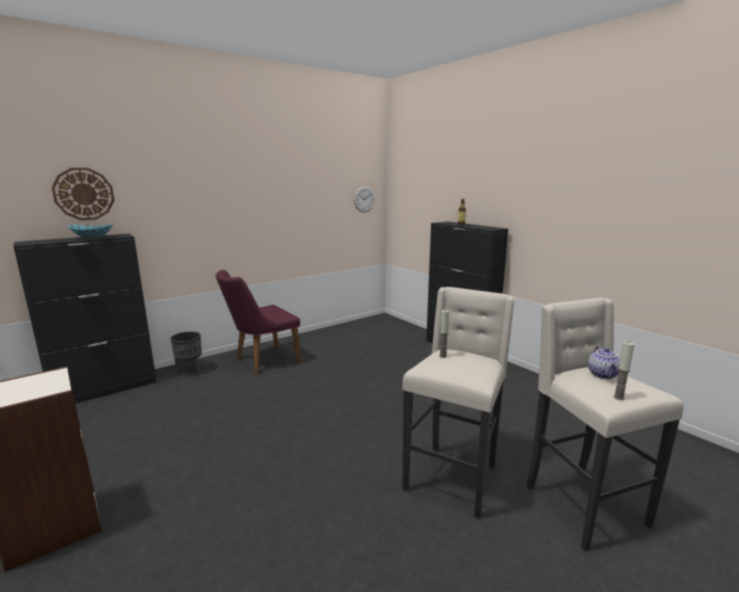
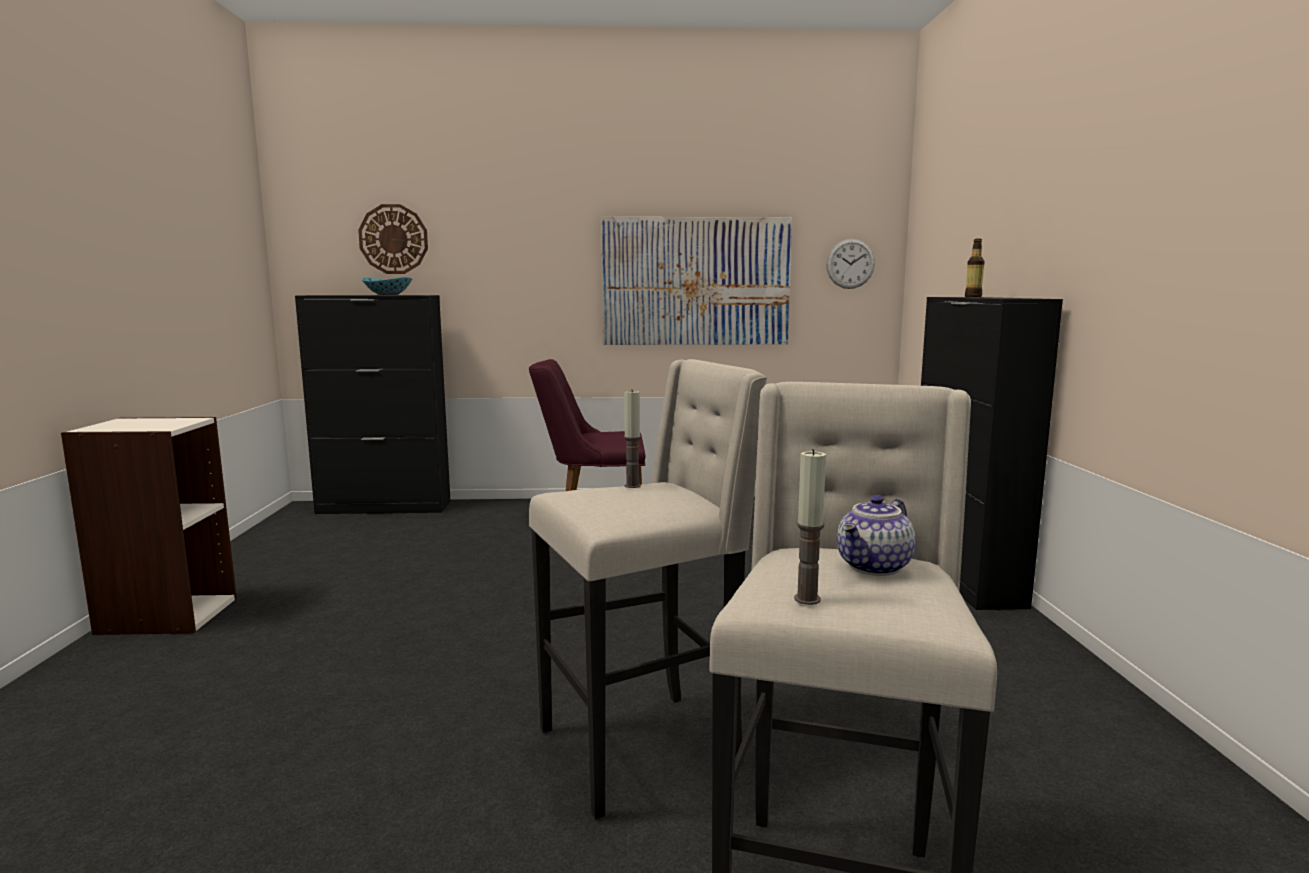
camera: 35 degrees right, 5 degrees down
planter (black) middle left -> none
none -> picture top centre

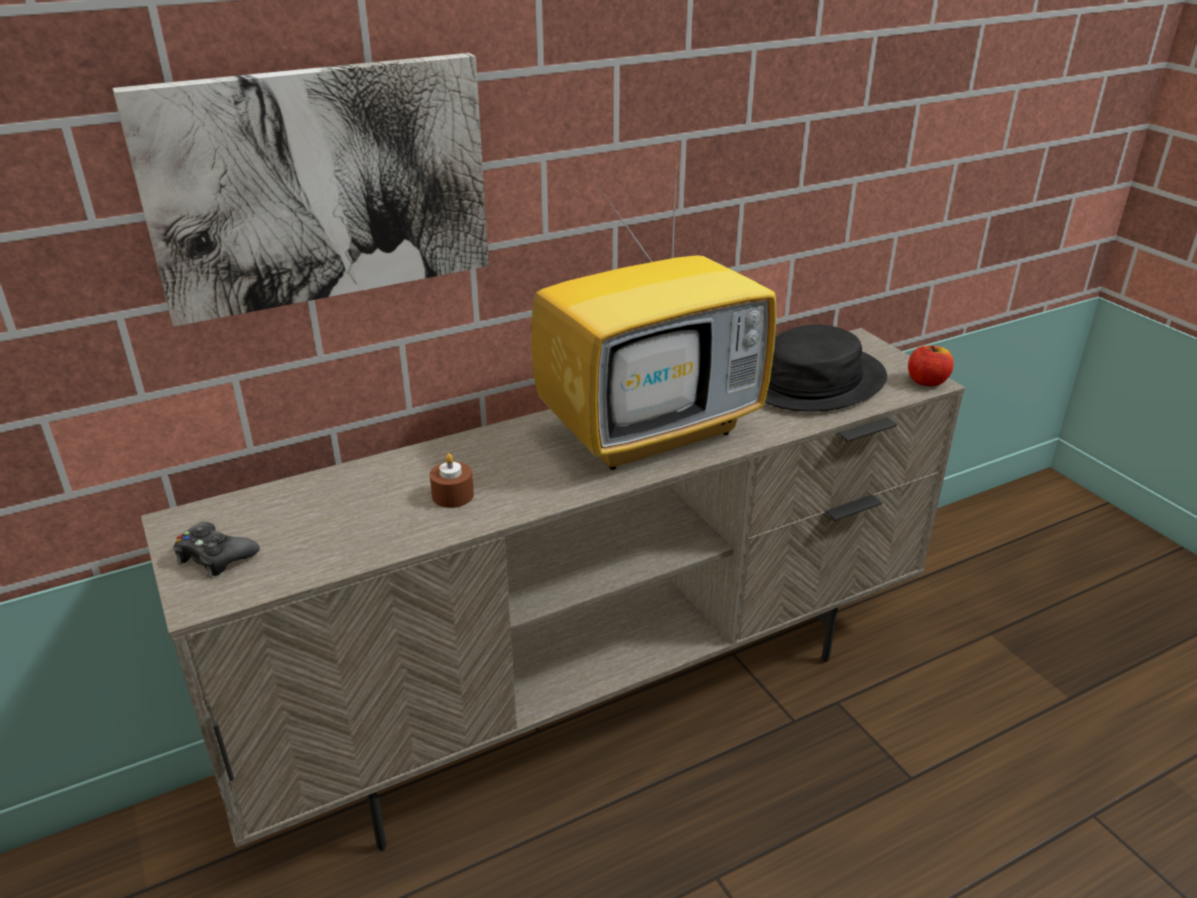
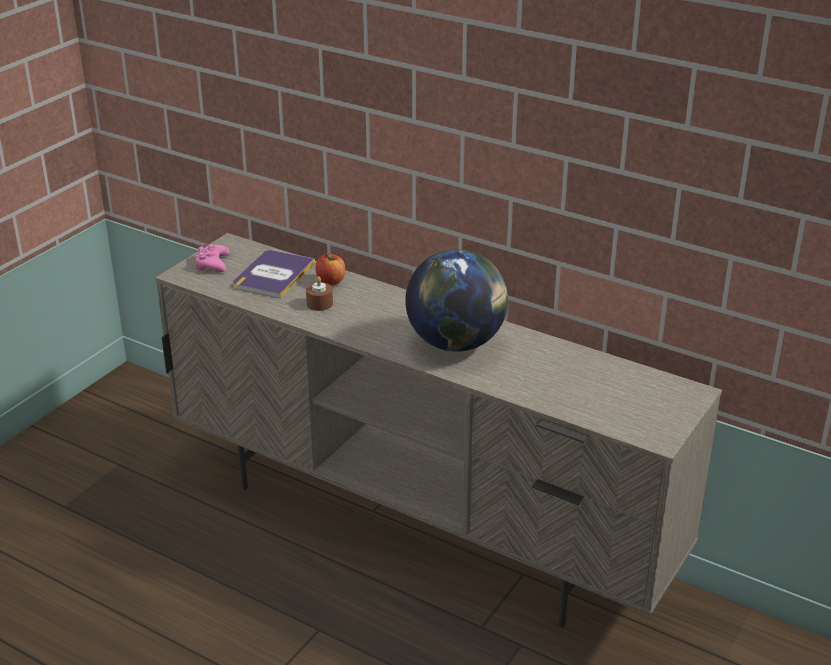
camera: 60 degrees right, 0 degrees up
picture top left -> none
hat (black) middle right -> none
none -> book middle left
apple middle right -> apple centre, relocated
television centre -> globe centre
game controller (black) middle left -> game controller (pink) middle left

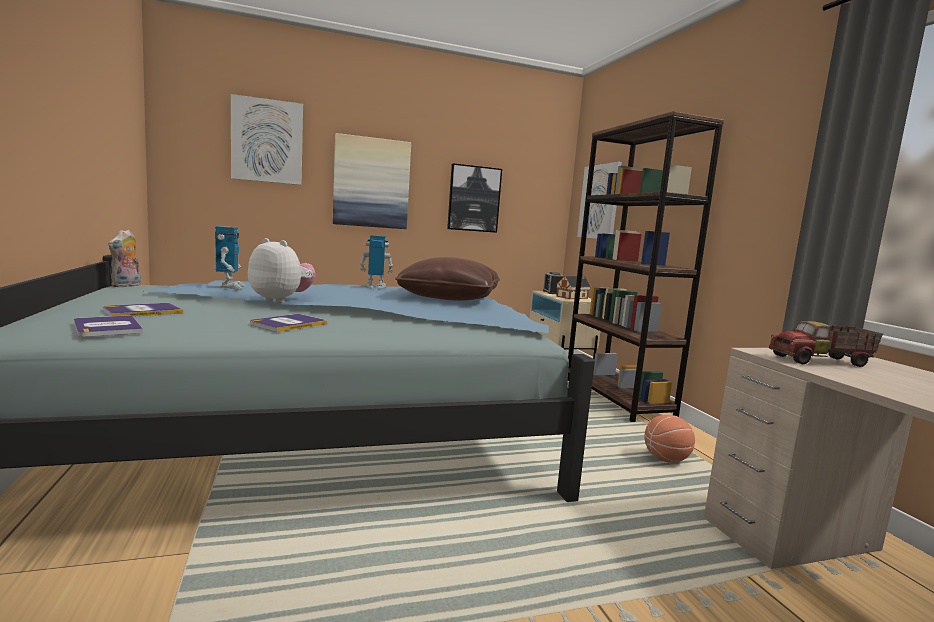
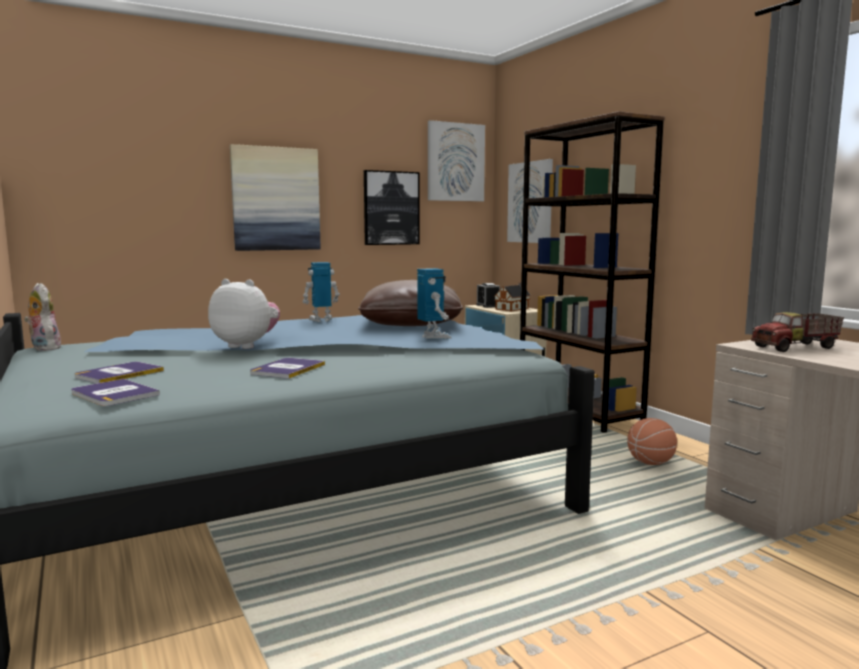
camera: 10 degrees left, 0 degrees up
toy robot (no. 1 from left in the first image) middle left -> toy robot (no. 2 from left) centre, relocated
picture (no. 1 from left in the first image) top left -> picture (no. 3 from left) top centre, relocated
plush toy (no. 1 from left) middle left, 135 degrees clockwise

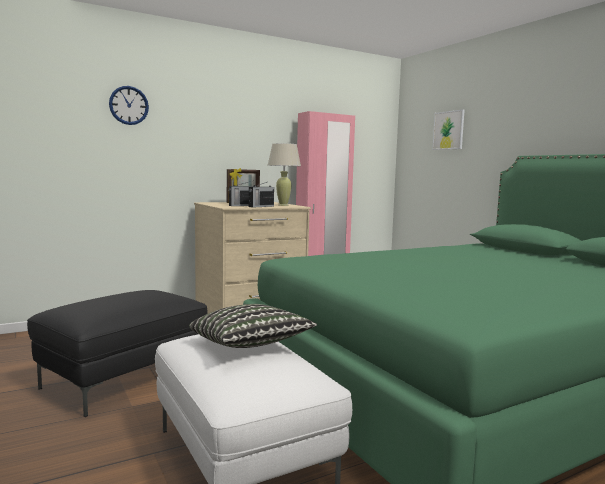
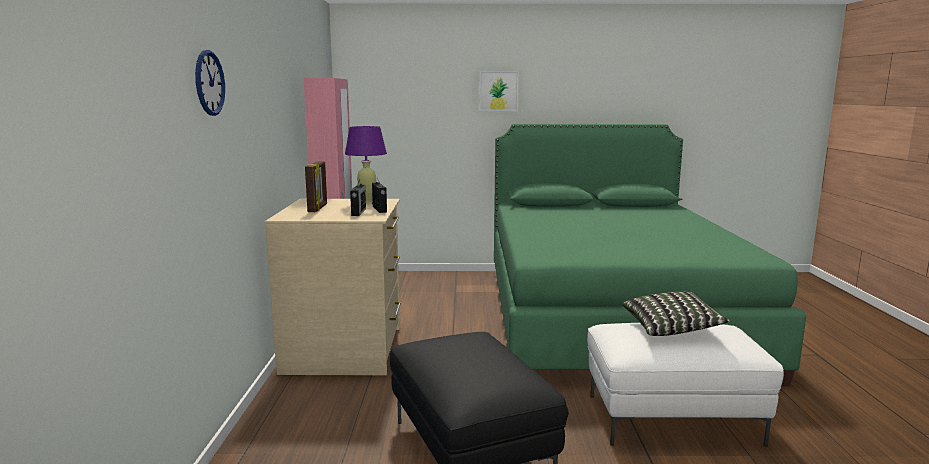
camera: 60 degrees left, 5 degrees up
picture top right -> picture top centre, relocated
table lamp (beige) centre -> table lamp (purple) centre

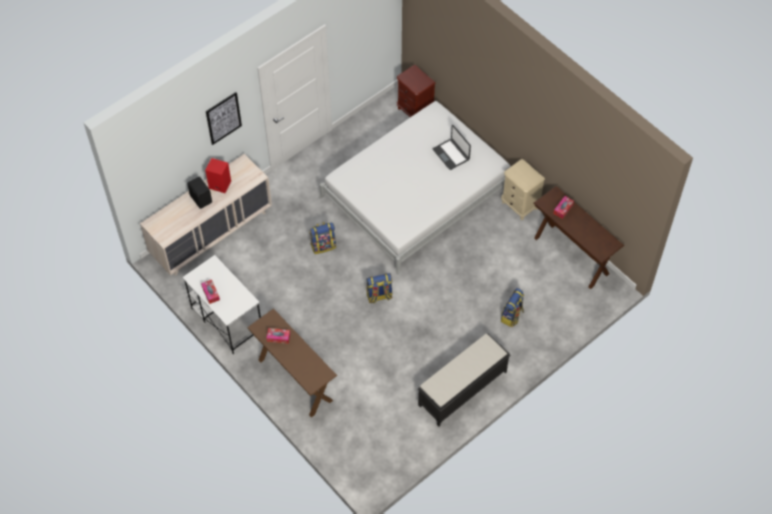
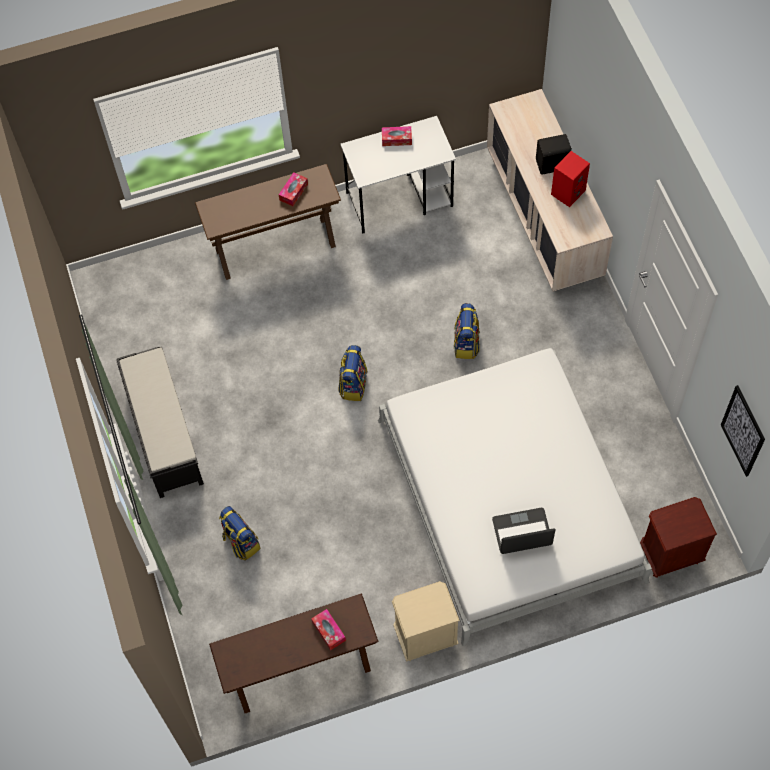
camera: 115 degrees right, 5 degrees up
picture top left -> picture middle right, relocated

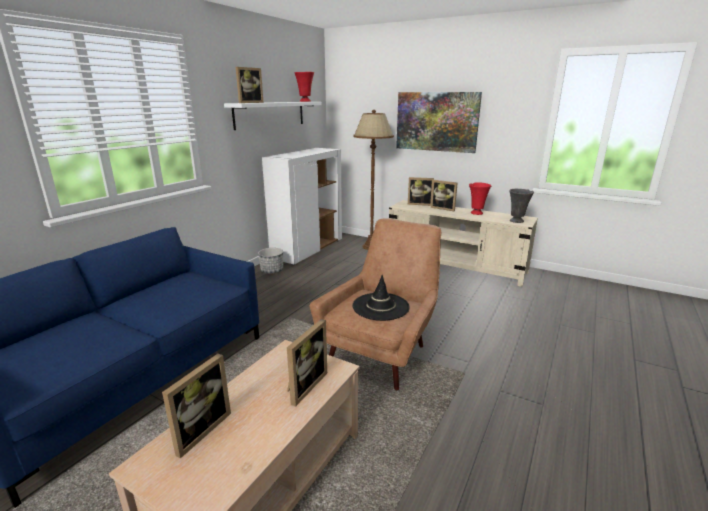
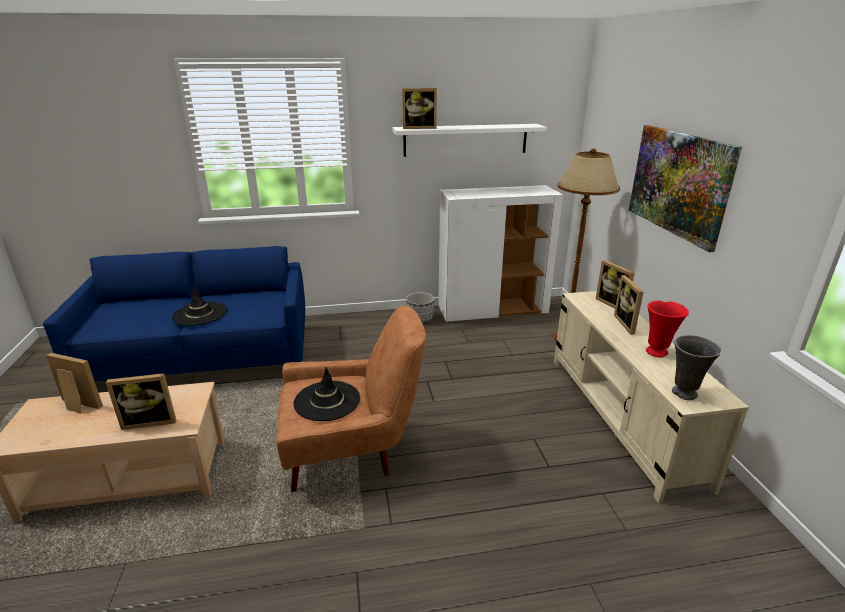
camera: 50 degrees right, 5 degrees up
vase (red) (no. 1 from left) top centre -> none
none -> hat (black) (no. 1 from left) middle left
picture frame (no. 1 from left) bottom left -> picture frame (no. 1 from left) middle left, 150 degrees counterclockwise

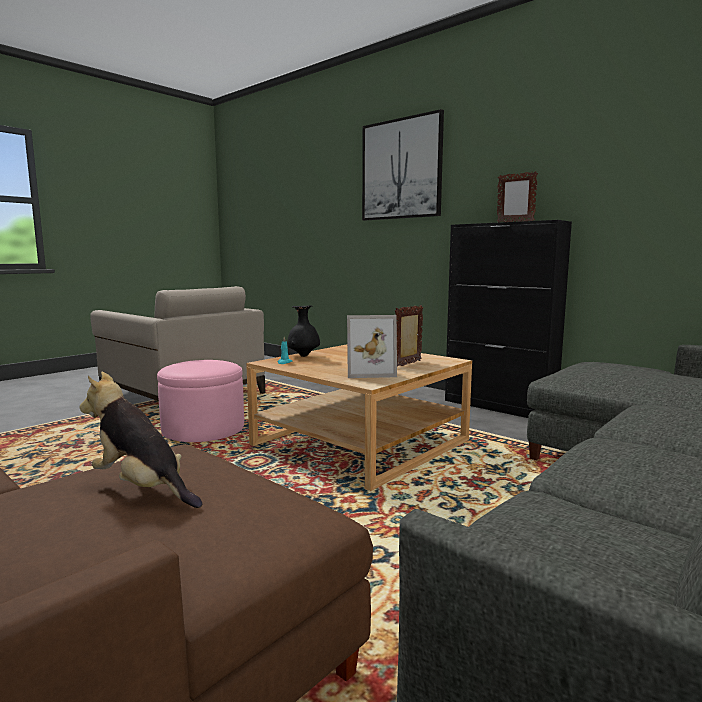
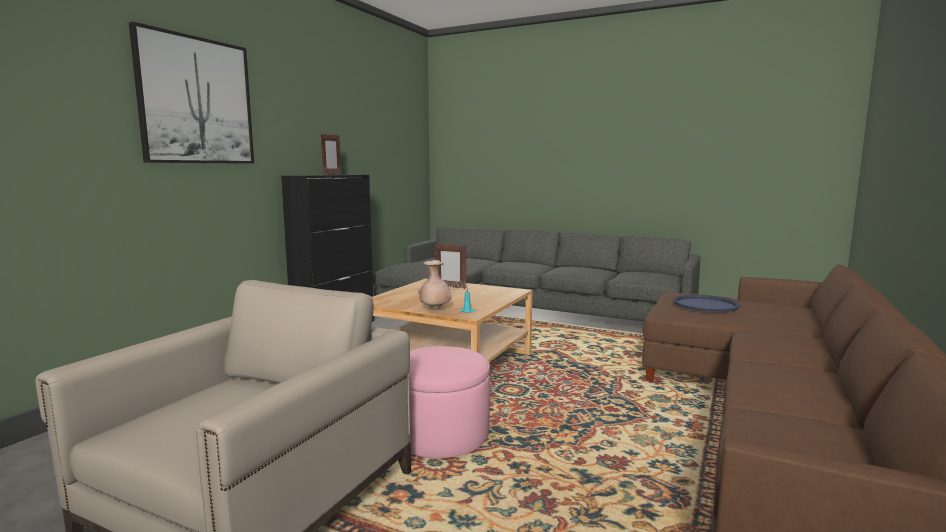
camera: 105 degrees left, 0 degrees up
picture frame (no. 1 from left) centre -> none
plush toy middle left -> tray (blue) middle right
vase (black) centre -> vase (beige) centre

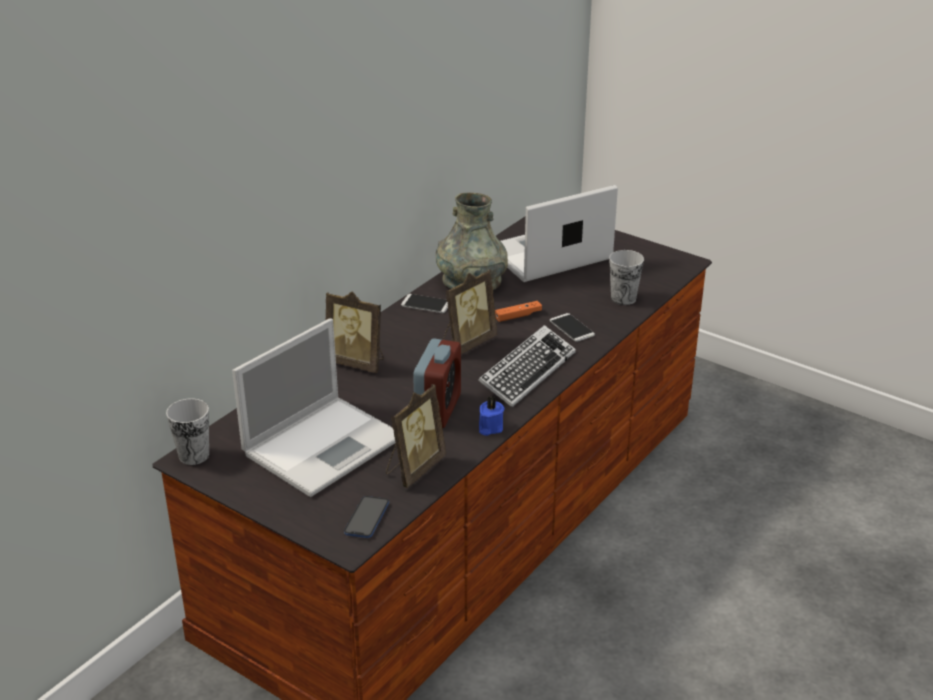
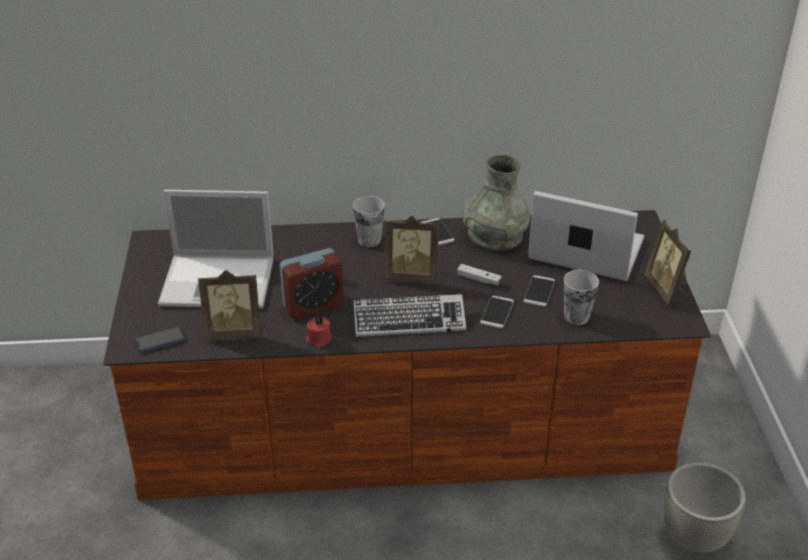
camera: 50 degrees right, 5 degrees up
none -> phone (no. 4 from left) middle right
none -> planter (grey) bottom right
cup (no. 1 from left) middle left -> cup (no. 1 from left) centre, relocated
picture frame (no. 1 from left in the first image) centre -> picture frame (no. 3 from left) middle right, relocated
candle (blue) centre -> candle (red) centre
game controller (orange) centre -> game controller (white) centre

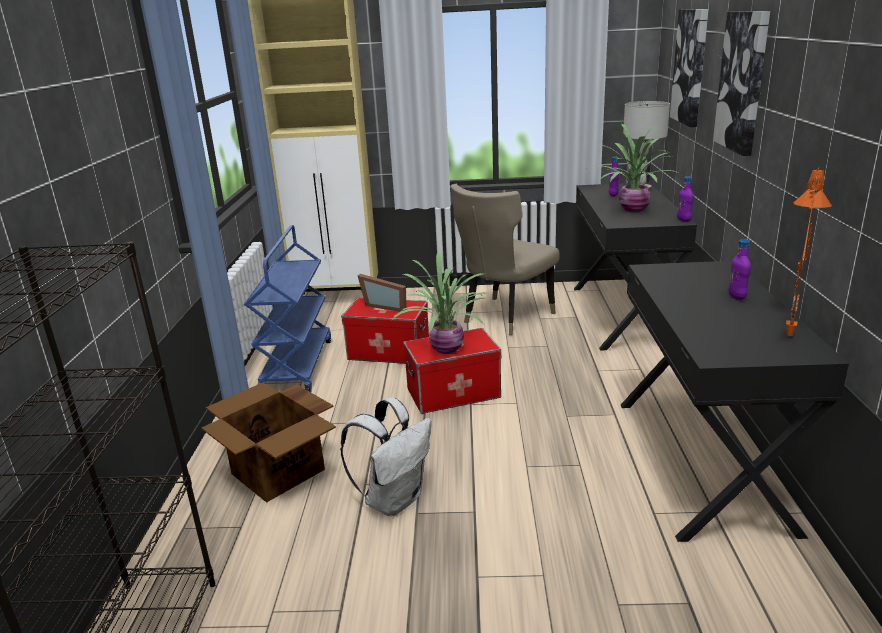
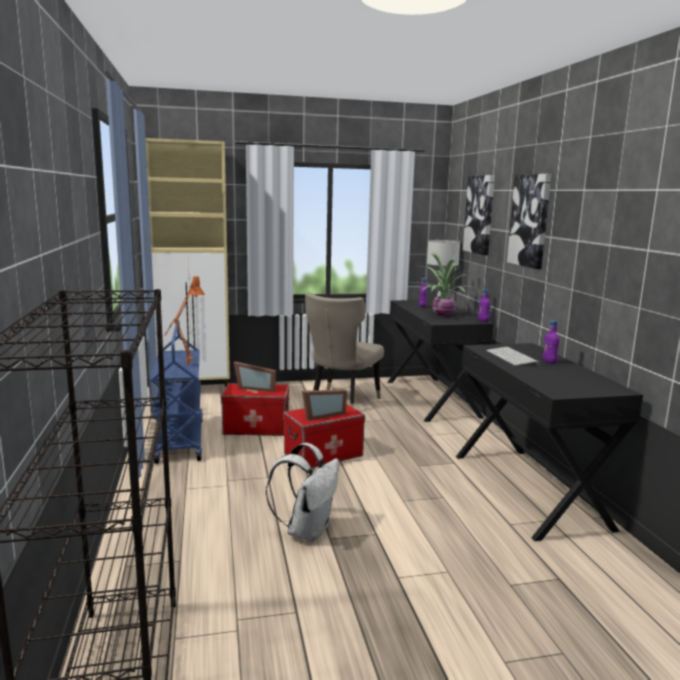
camera: 15 degrees left, 10 degrees down
cardboard box bottom left -> none
none -> keyboard middle right
table lamp (orange) middle right -> table lamp (orange) middle left, relocated
potted plant (no. 1 from left) centre -> picture frame (no. 2 from left) centre

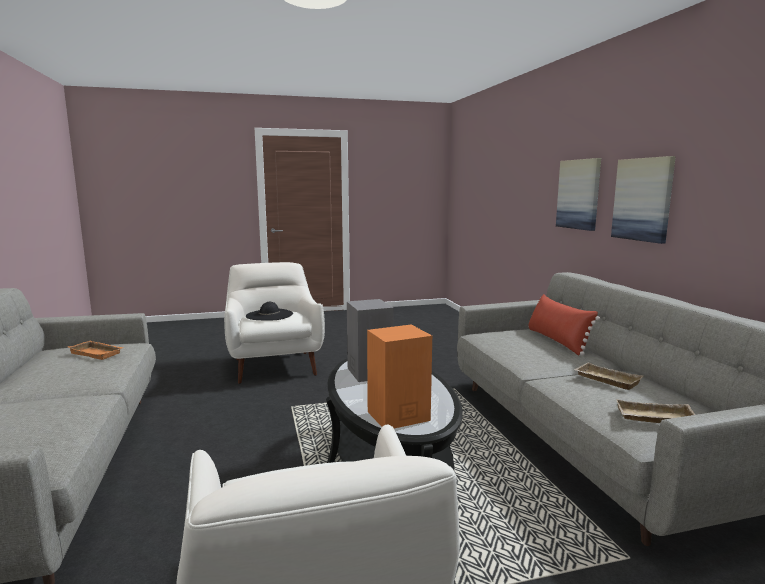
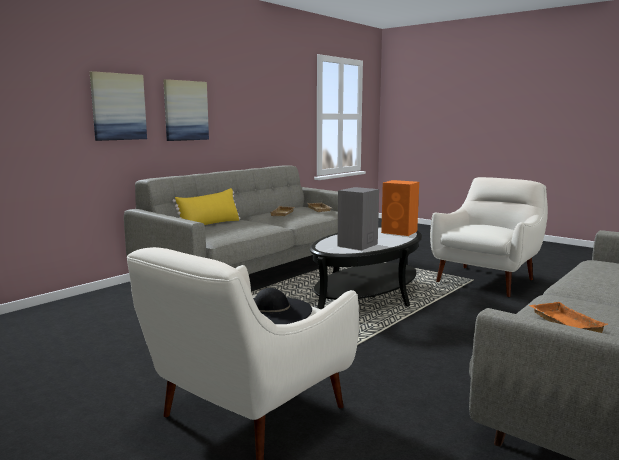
camera: 125 degrees left, 0 degrees up
pillow (red) middle right -> pillow (yellow) middle left

